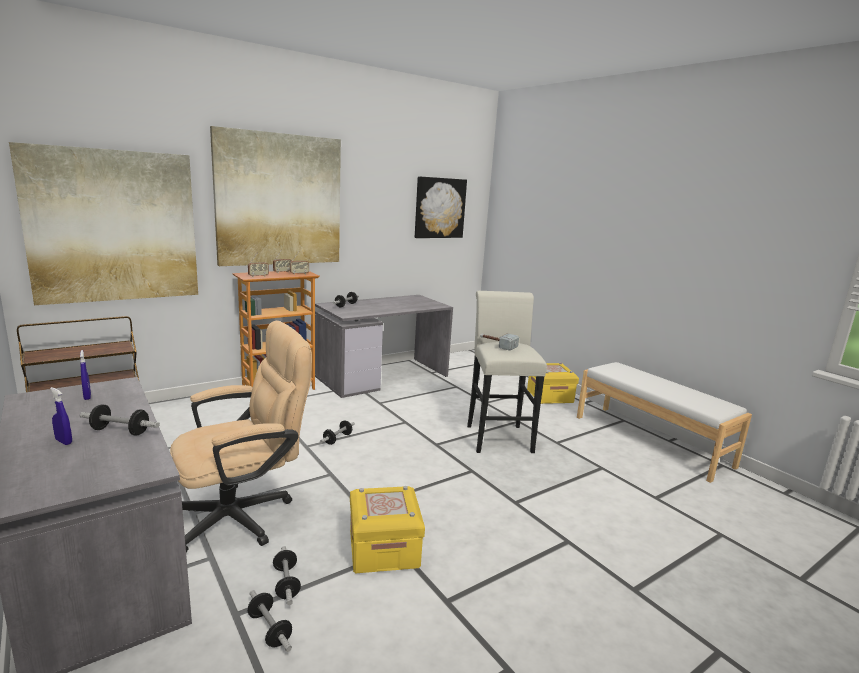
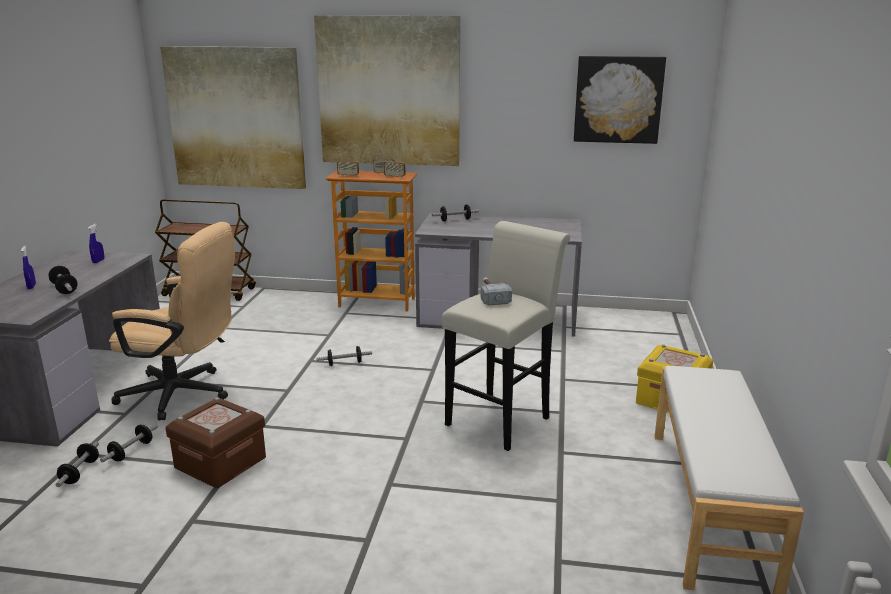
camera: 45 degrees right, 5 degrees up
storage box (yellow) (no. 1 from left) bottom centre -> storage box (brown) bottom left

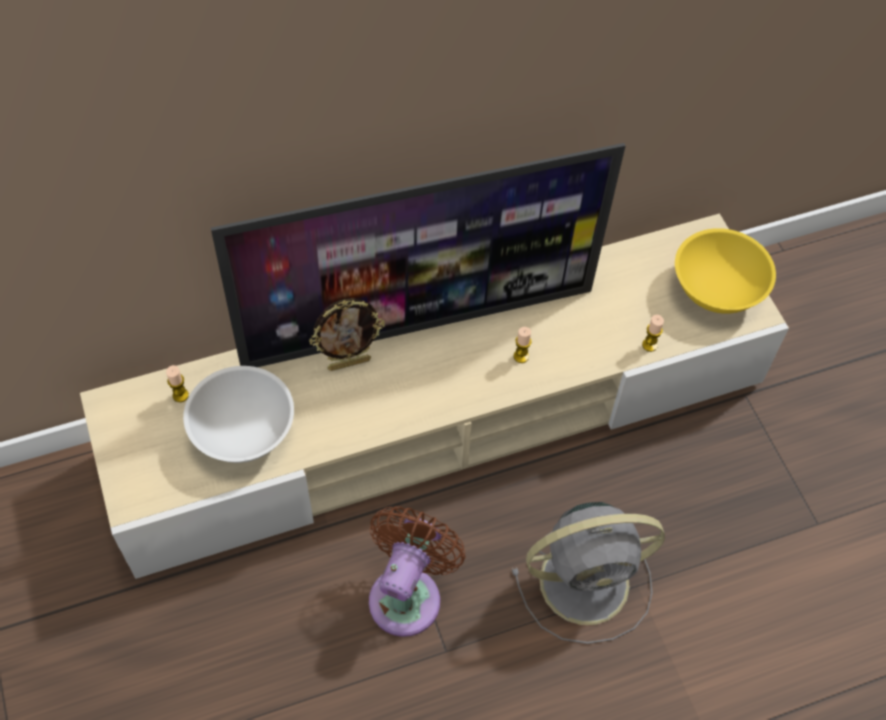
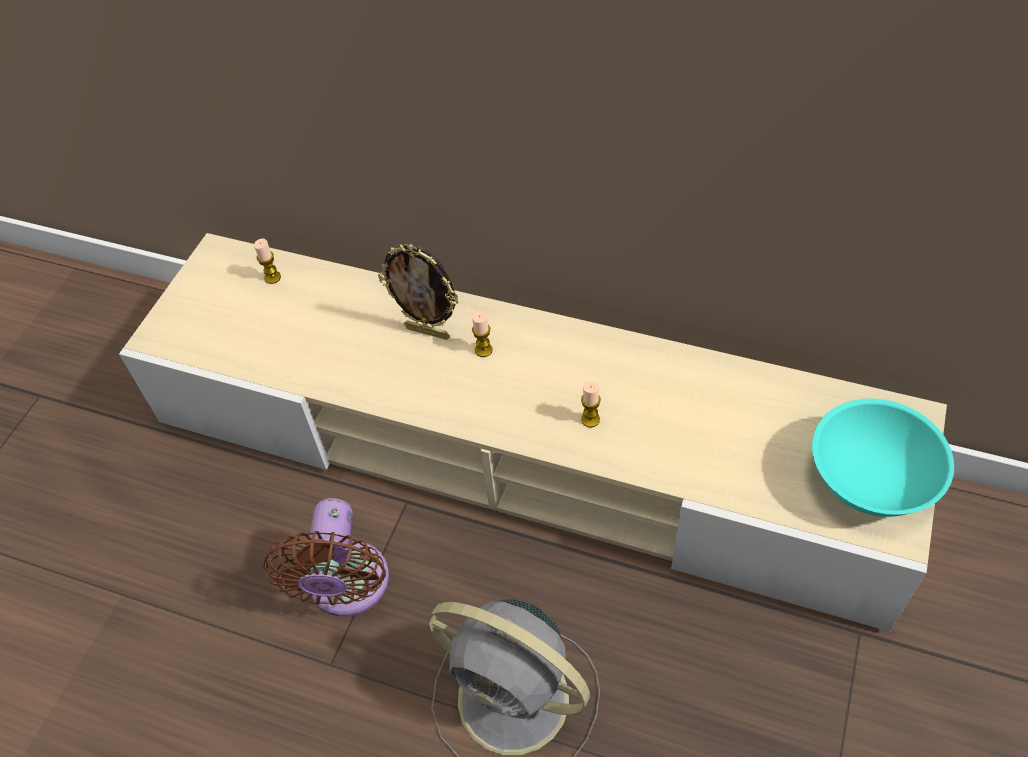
camera: 45 degrees right, 5 degrees down
bowl (white) middle left -> none
television centre -> none
candle (no. 3 from left in the first image) middle right -> candle (no. 2 from left) centre, relocated
bowl (yellow) middle right -> bowl (turquoise) middle right
fan (brown) bottom centre -> fan (brown) bottom left, 120 degrees clockwise

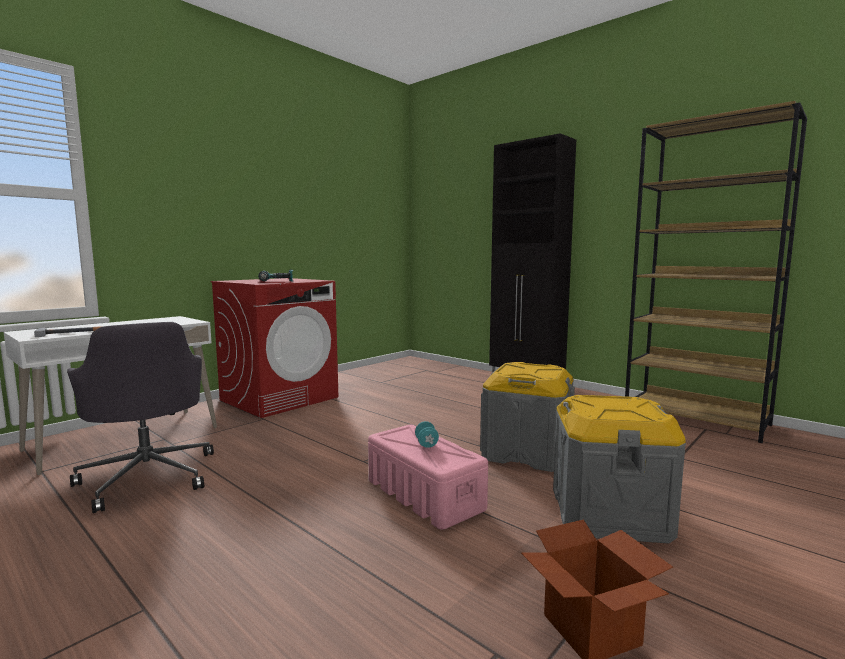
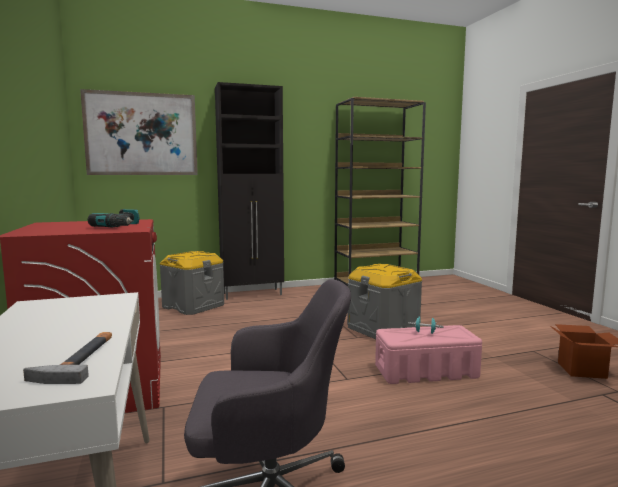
camera: 60 degrees left, 0 degrees up
none -> picture top left
storage box (grey) (no. 2 from left in the first image) bottom right -> storage box (grey) (no. 1 from left) middle left, relocated

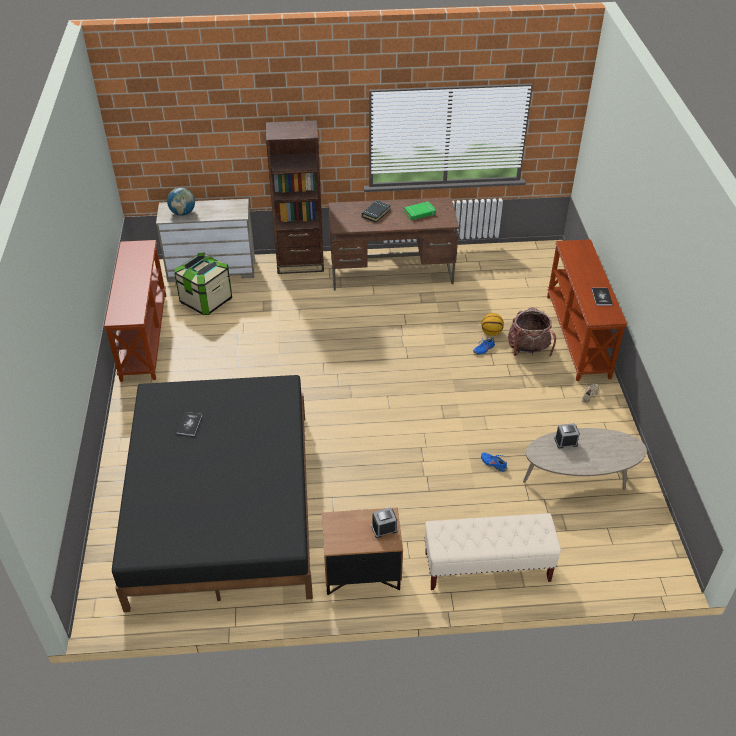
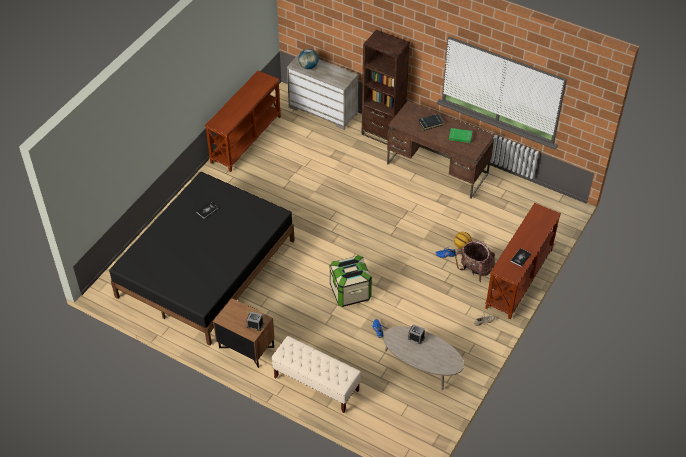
camera: 35 degrees right, 5 degrees up
storage box middle left -> storage box centre, relocated

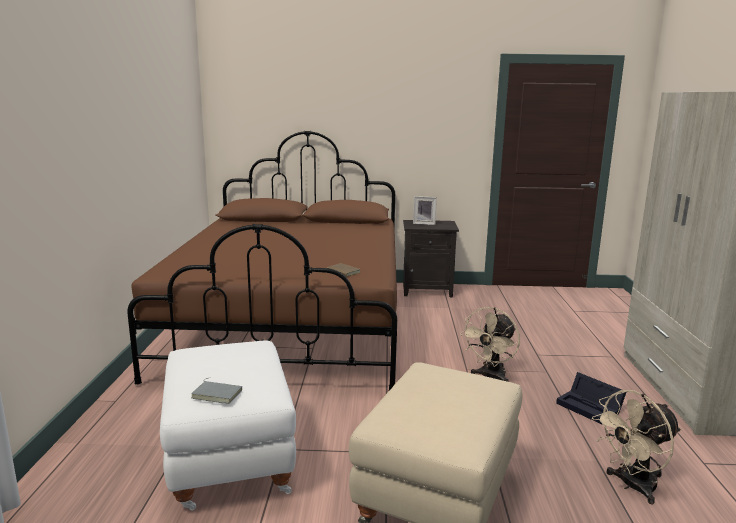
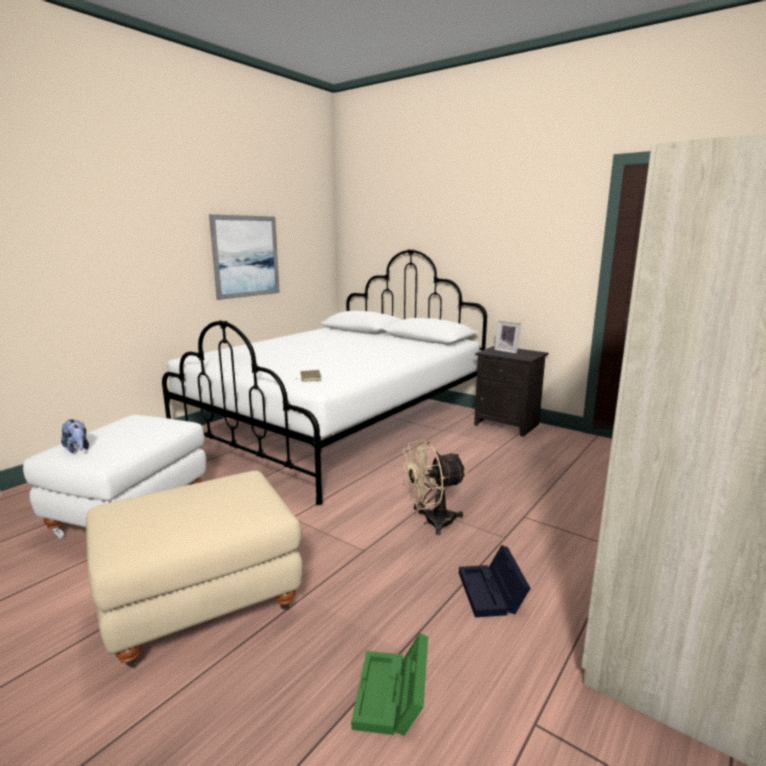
camera: 35 degrees right, 0 degrees up
none -> picture middle left
book (grey) bottom left -> plush toy middle left
fan (beige) (no. 2 from left) bottom right -> storage box (green) bottom centre
bed (brown) centre -> bed (white) centre

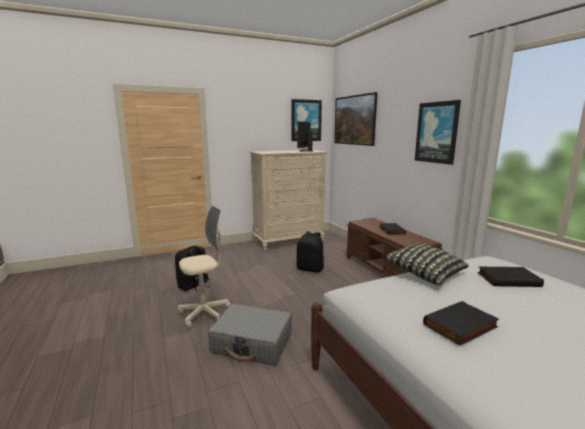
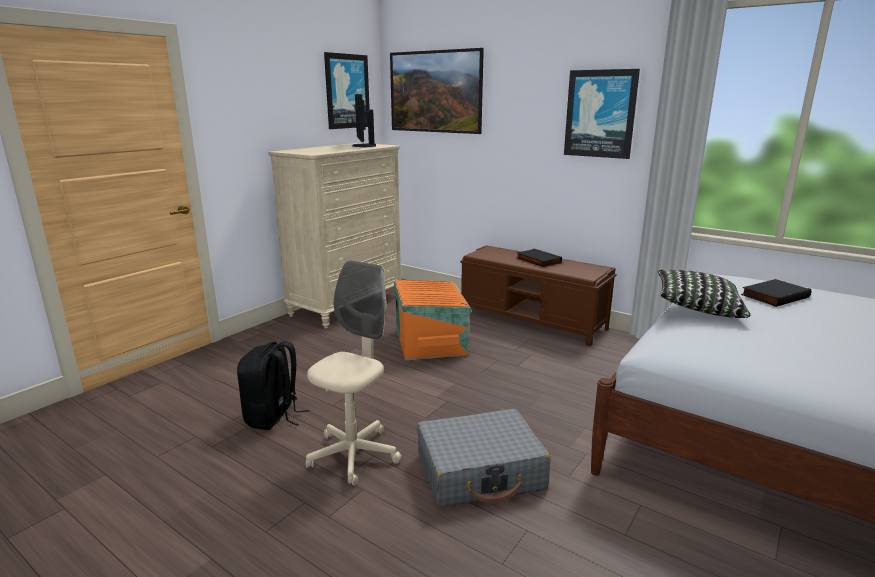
camera: 30 degrees left, 5 degrees up
book (black) (no. 2 from left) bottom right -> none
backpack (black) (no. 2 from left) centre -> storage box (orange) centre

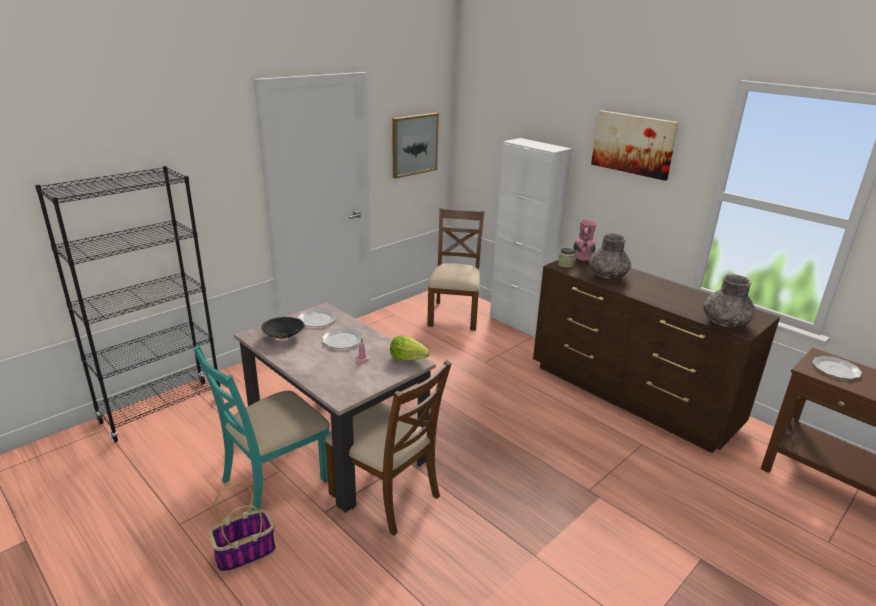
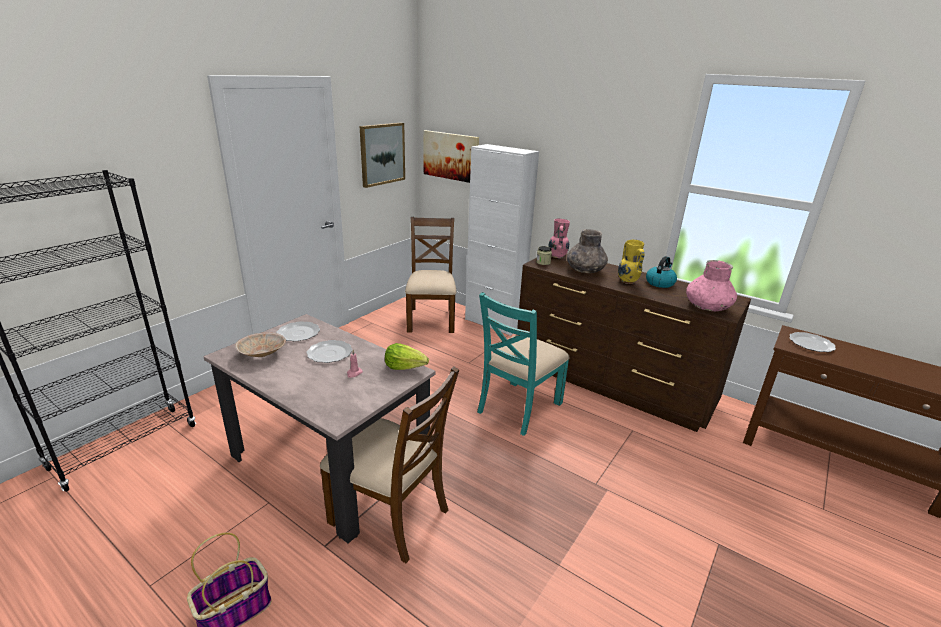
camera: 10 degrees left, 0 degrees up
none -> vase (yellow) middle right
none -> kettle middle right
chair (turquoise) bottom left -> chair (turquoise) centre, relocated
picture (no. 2 from left) top right -> picture (no. 2 from left) top centre, relocated
bowl (black) middle left -> bowl (beige) middle left
vase (grey) (no. 2 from left) middle right -> vase (pink) (no. 2 from left) middle right

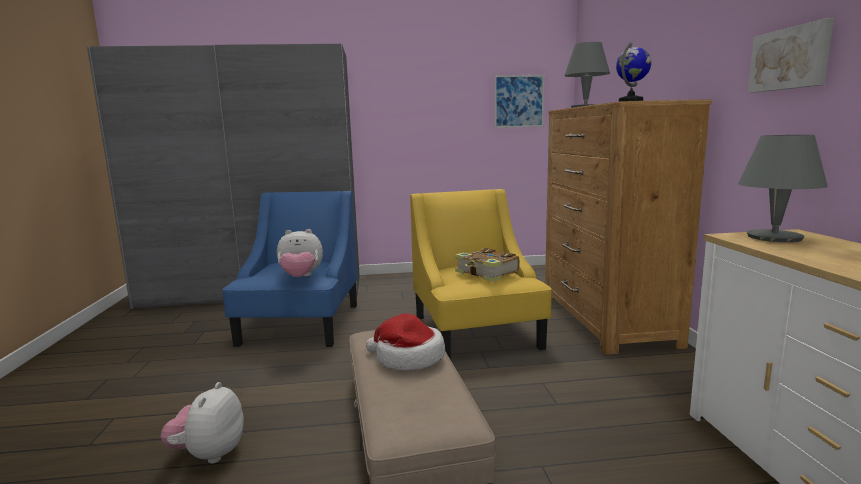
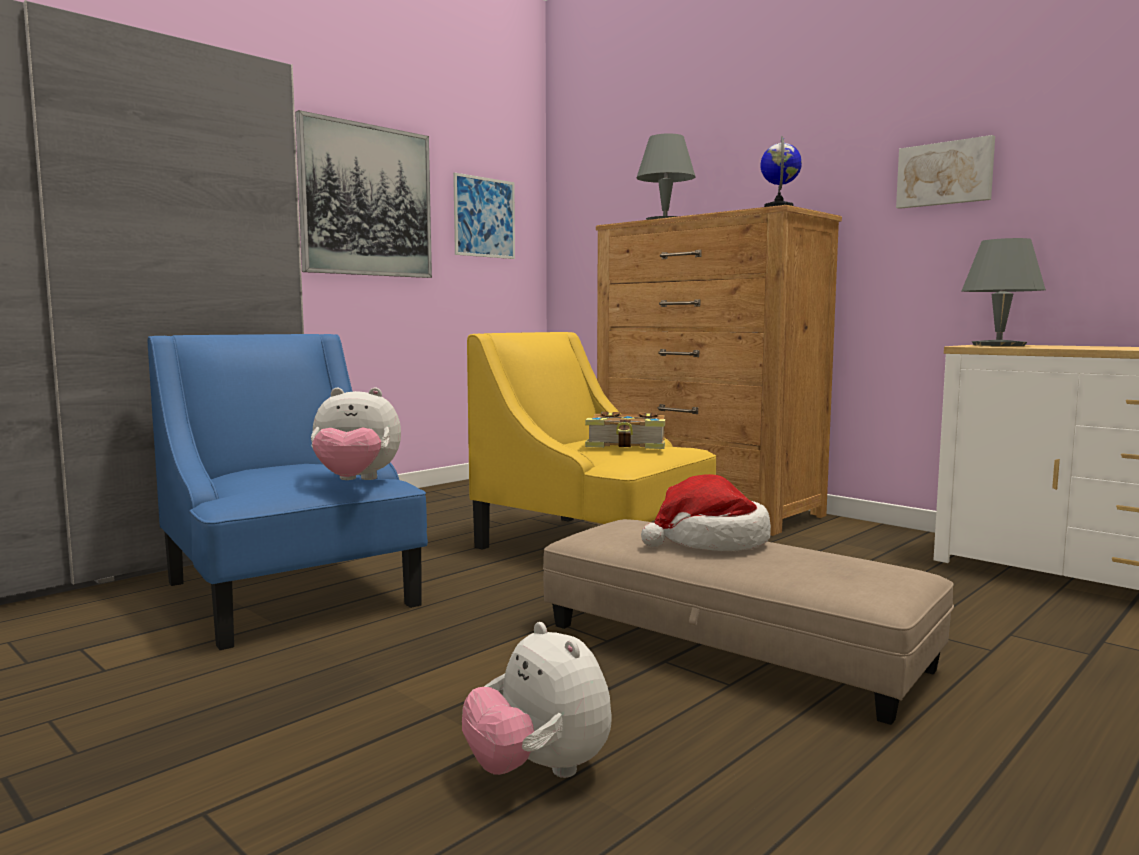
camera: 40 degrees left, 5 degrees down
none -> picture (no. 1 from left) top left
plush toy (no. 2 from left in the first image) centre -> plush toy (no. 1 from left) middle left, 45 degrees clockwise

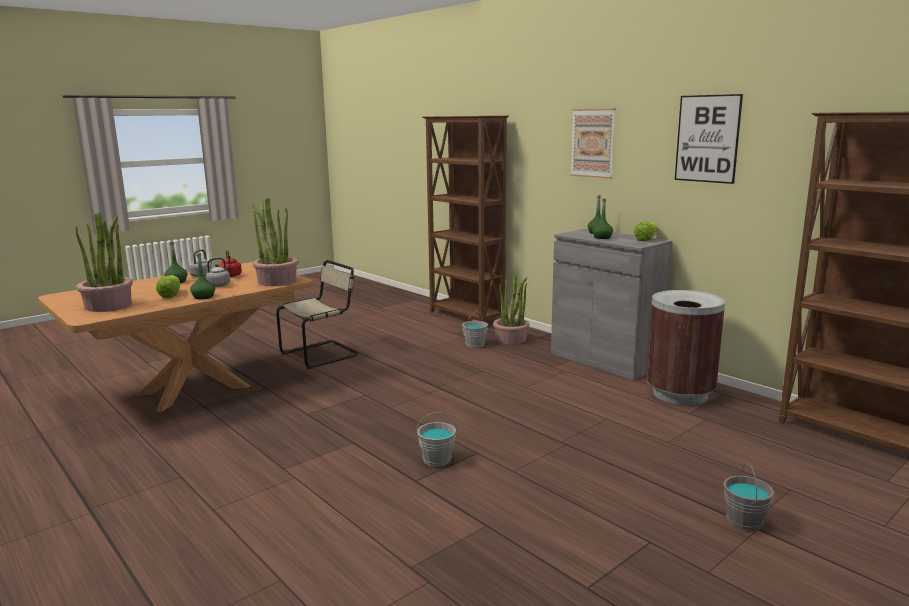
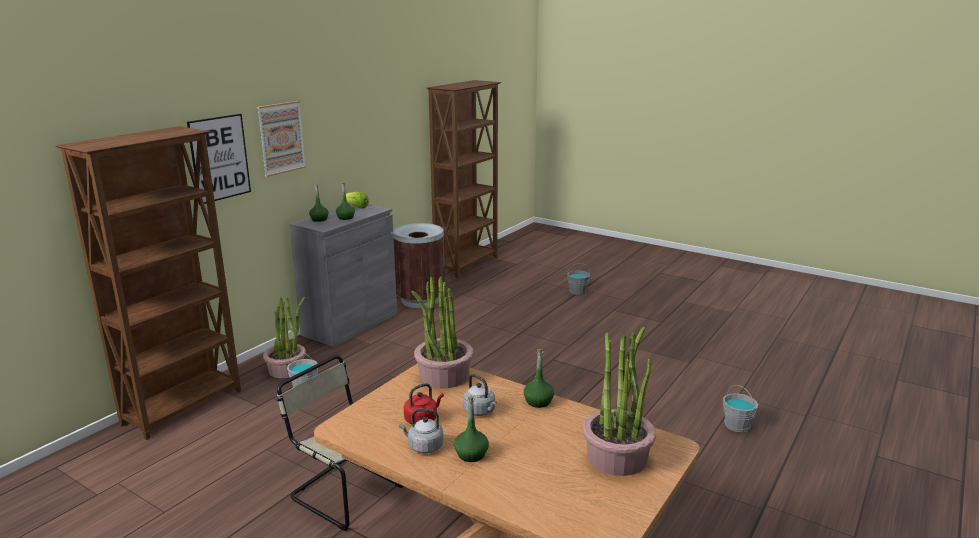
camera: 105 degrees left, 5 degrees up
lettuce (no. 1 from left) middle left -> none
bucket (grey) (no. 1 from left in the first image) bottom centre -> bucket (grey) (no. 3 from left) bottom right, relocated
picture (no. 2 from left in the first image) top right -> picture (no. 1 from left) top left, relocated

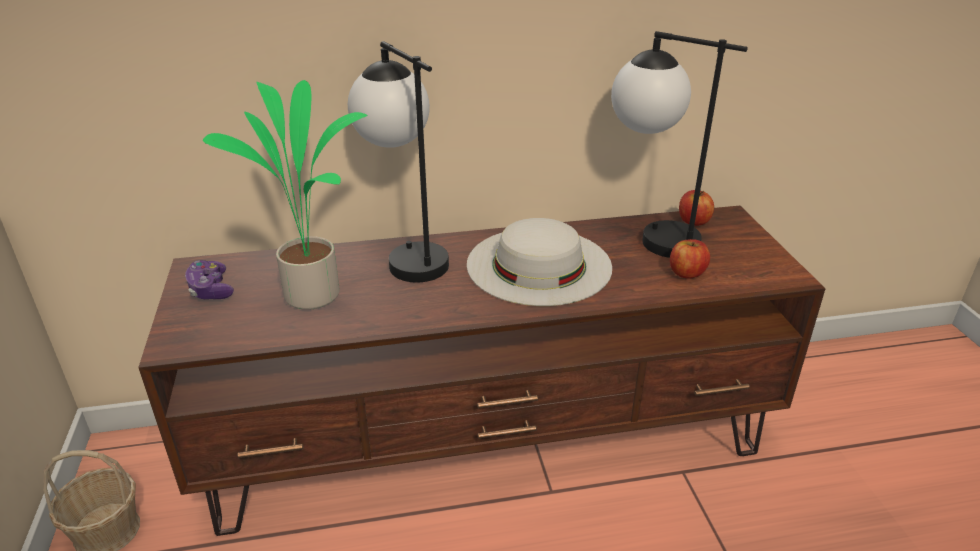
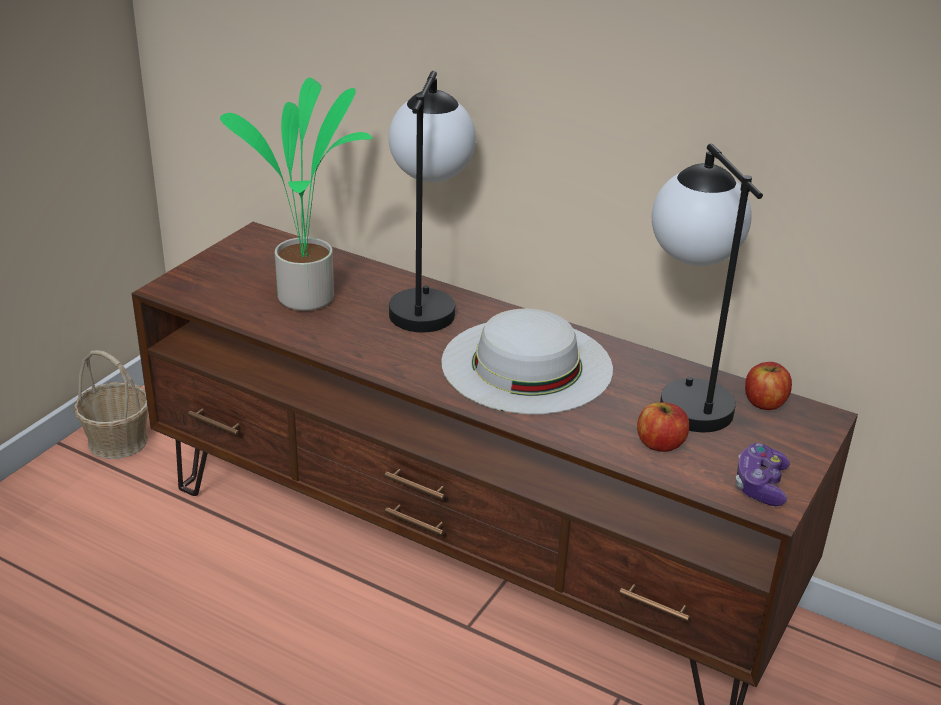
camera: 40 degrees right, 0 degrees up
game controller middle left -> game controller bottom right, relocated

